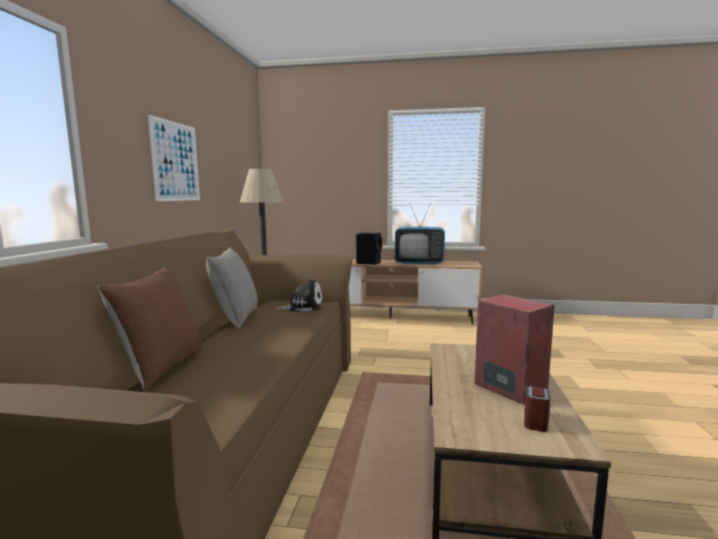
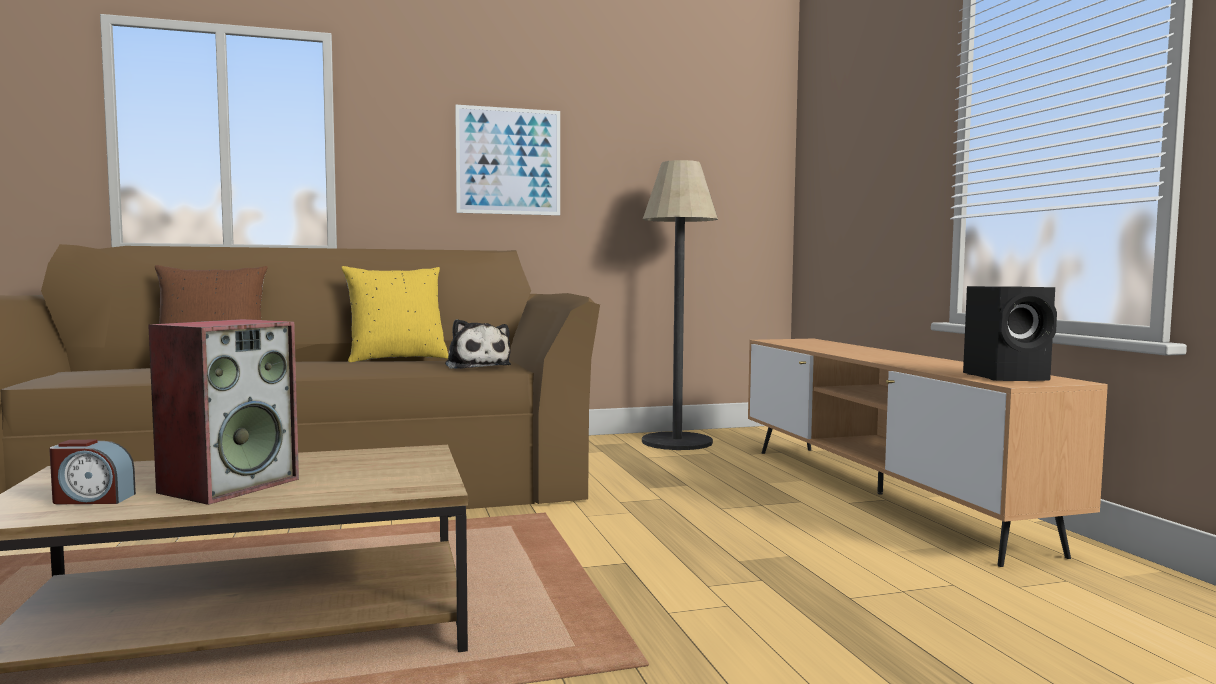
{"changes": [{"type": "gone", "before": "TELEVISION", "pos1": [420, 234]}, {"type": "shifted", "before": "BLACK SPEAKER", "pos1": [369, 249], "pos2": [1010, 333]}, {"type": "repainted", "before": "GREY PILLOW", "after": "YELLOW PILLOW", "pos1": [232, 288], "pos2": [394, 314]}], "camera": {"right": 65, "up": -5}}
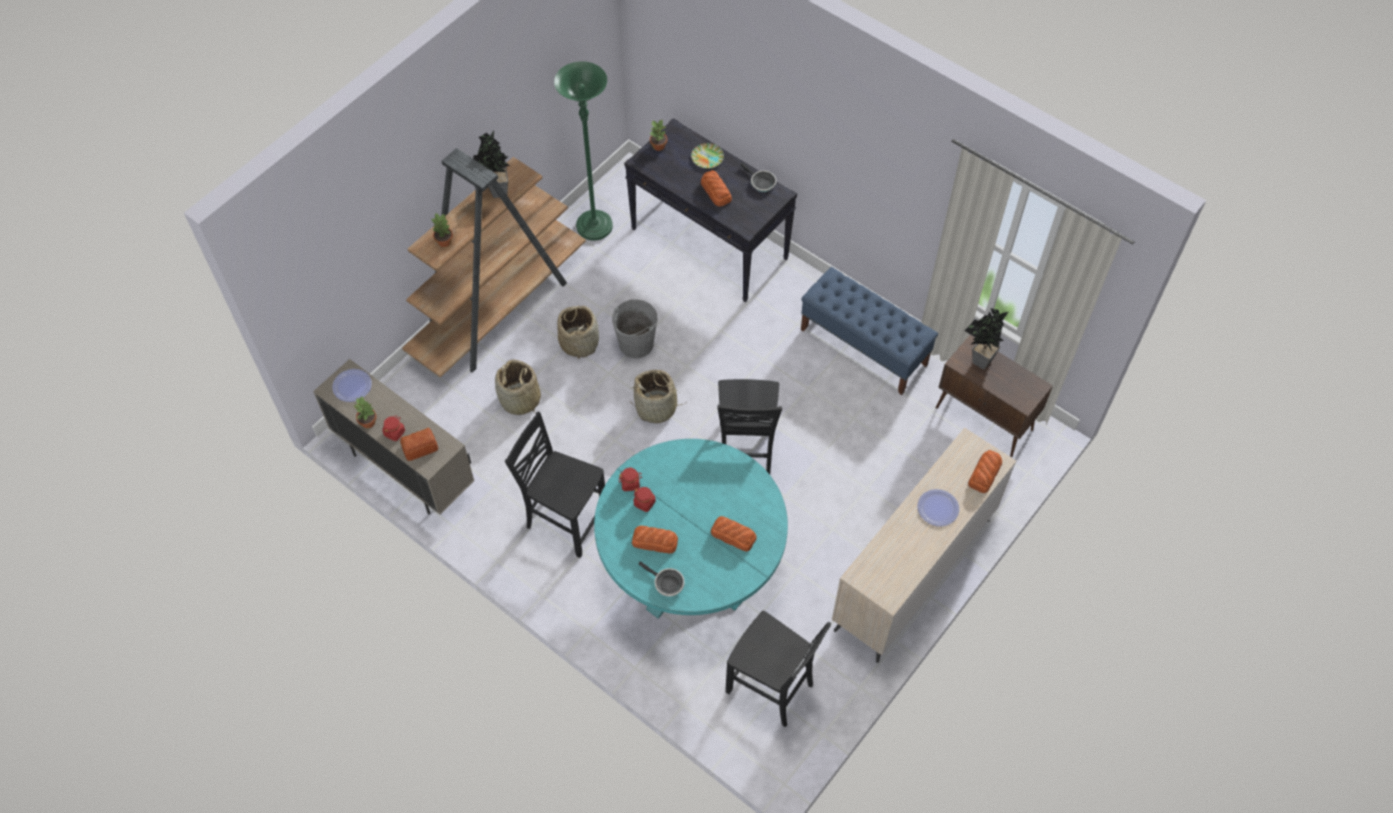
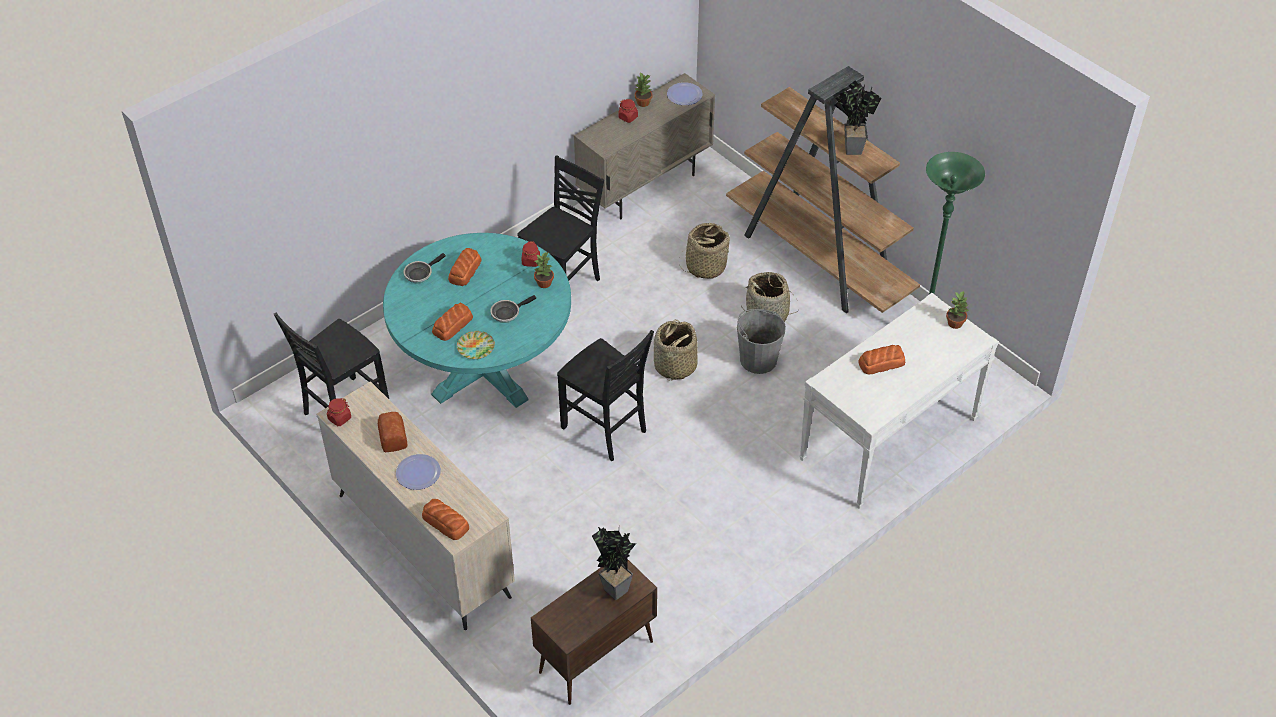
{"changes": [{"type": "gone", "before": "BLUE BENCH", "pos1": [869, 331]}, {"type": "shifted", "before": "BREAD", "pos1": [419, 444], "pos2": [392, 432]}, {"type": "shifted", "before": "POTTED PLANT", "pos1": [442, 230], "pos2": [544, 270]}, {"type": "shifted", "before": "RED JAR", "pos1": [644, 499], "pos2": [339, 412]}, {"type": "shifted", "before": "PLATE", "pos1": [707, 155], "pos2": [476, 345]}, {"type": "shifted", "before": "FRYING PAN", "pos1": [758, 177], "pos2": [513, 309]}, {"type": "repainted", "before": "BLACK CONSOLE TABLE", "after": "WHITE CONSOLE TABLE", "pos1": [710, 210], "pos2": [899, 401]}, {"type": "rotated", "before": "BLACK CHAIR", "pos1": [749, 426], "pos2": [605, 395], "turn": -150}], "camera": {"right": 100, "up": -10}}
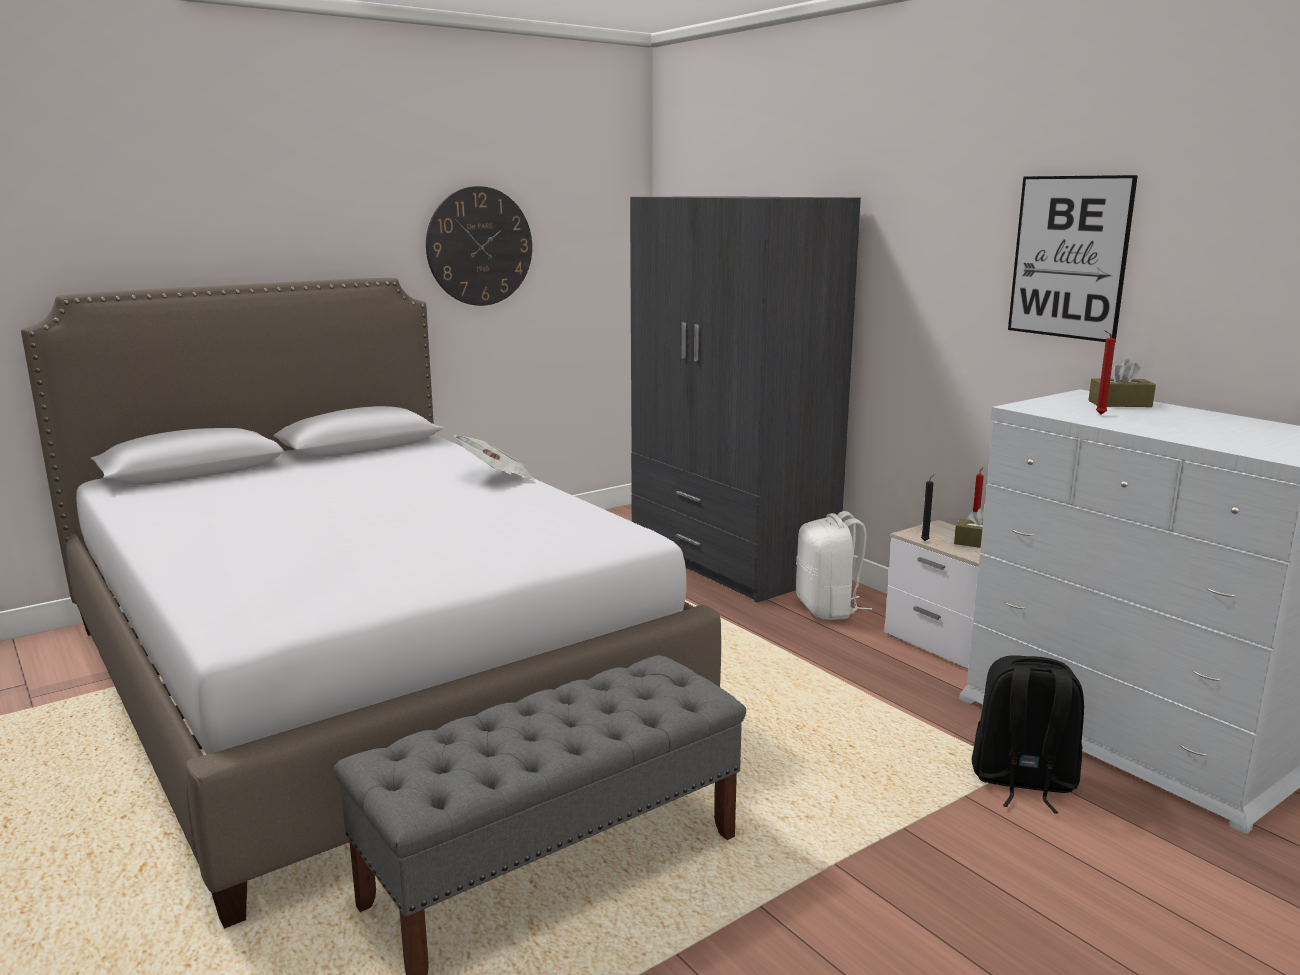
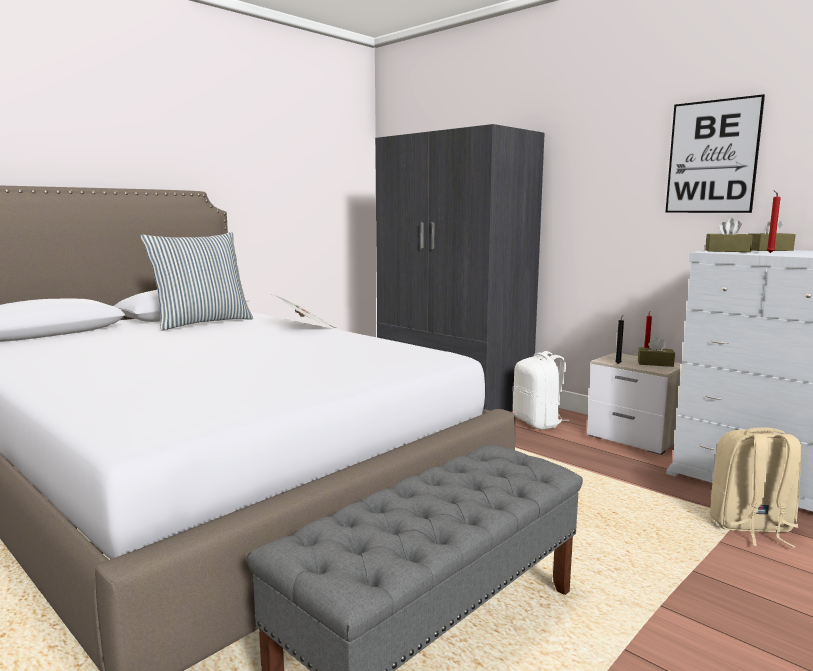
{"changes": [{"type": "gone", "before": "WALL CLOCK", "pos1": [479, 246]}, {"type": "new", "after": "PILLOW", "pos2": [197, 281]}, {"type": "new", "after": "BROWN TISSUE BOX", "pos2": [729, 235]}, {"type": "repainted", "before": "BLACK BACKPACK", "after": "BEIGE BACKPACK", "pos1": [1027, 734], "pos2": [755, 487]}], "camera": {"right": -10, "up": -5}}
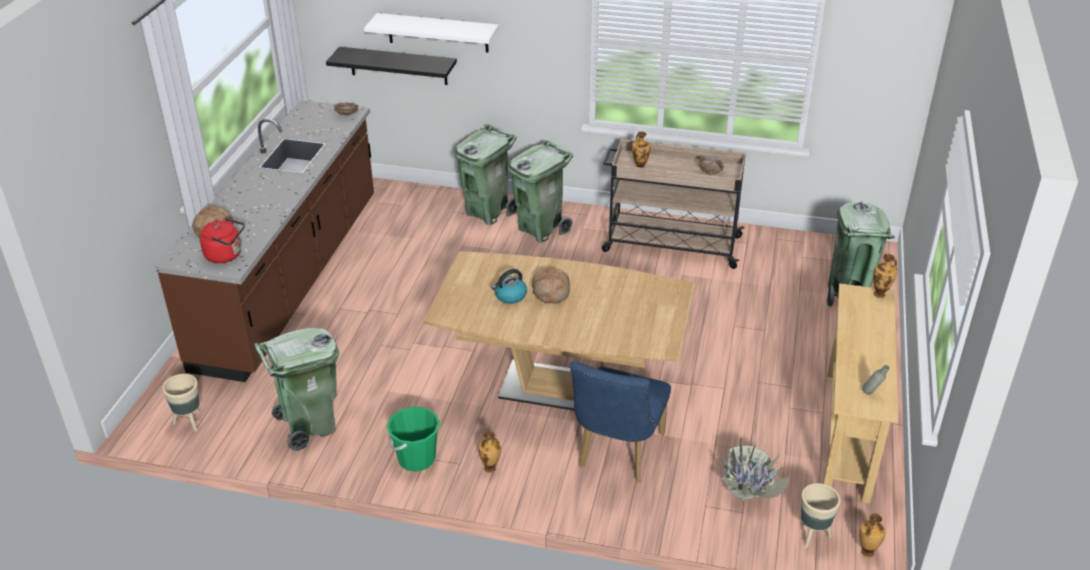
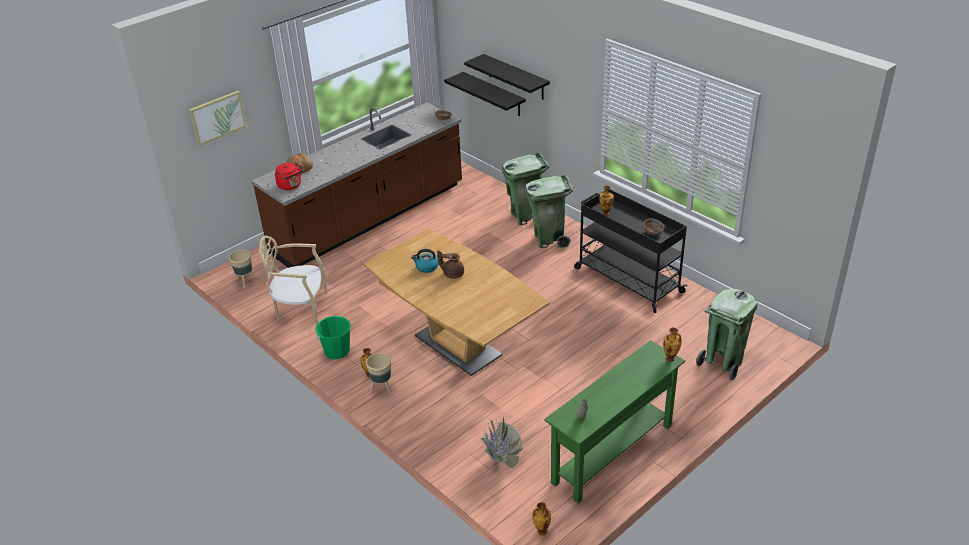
{"changes": [{"type": "gone", "before": "BLUE CHAIR", "pos1": [620, 421]}, {"type": "new", "after": "PICTURE", "pos2": [218, 118]}, {"type": "shifted", "before": "BEIGE PLANTER", "pos1": [821, 515], "pos2": [378, 373]}, {"type": "swapped", "before": "GREEN TRASH CAN", "after": "BEIGE CHAIR", "pos1": [296, 390], "pos2": [293, 280]}, {"type": "swapped", "before": "BREAD", "after": "BROWN TEAPOT", "pos1": [551, 286], "pos2": [450, 264]}, {"type": "repainted", "before": "WHITE SHELF", "after": "BLACK SHELF", "pos1": [431, 32], "pos2": [507, 77]}, {"type": "repainted", "before": "BEIGE CART", "after": "BLACK CART", "pos1": [674, 204], "pos2": [630, 251]}, {"type": "repainted", "before": "BEIGE CONSOLE TABLE", "after": "GREEN CONSOLE TABLE", "pos1": [860, 393], "pos2": [614, 422]}], "camera": {"right": 35, "up": 0}}
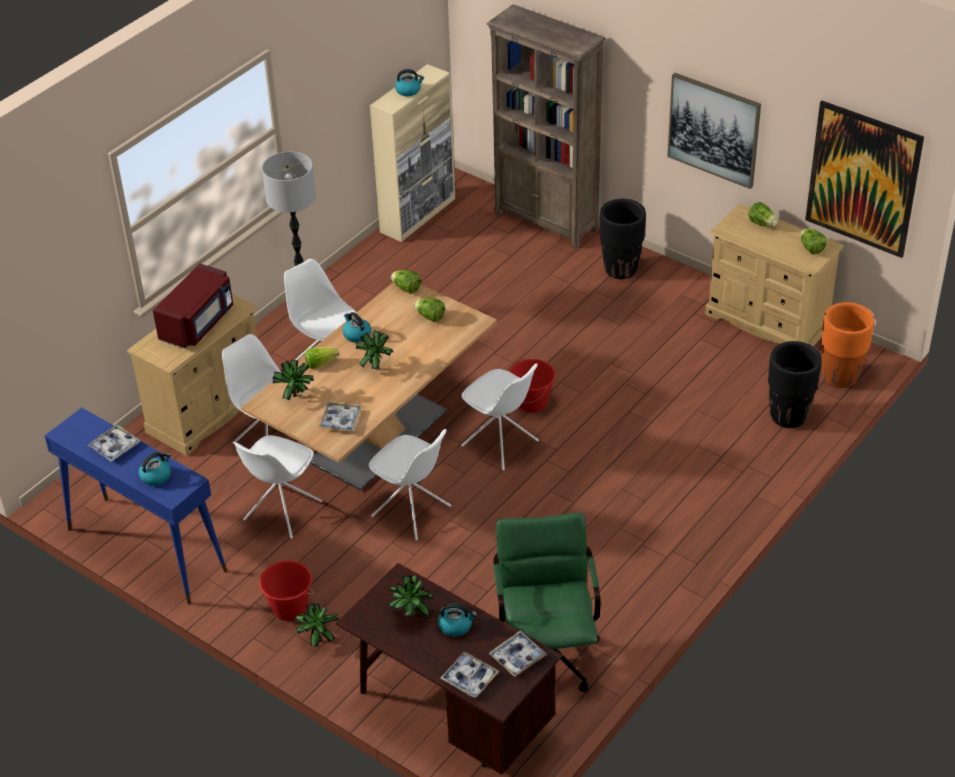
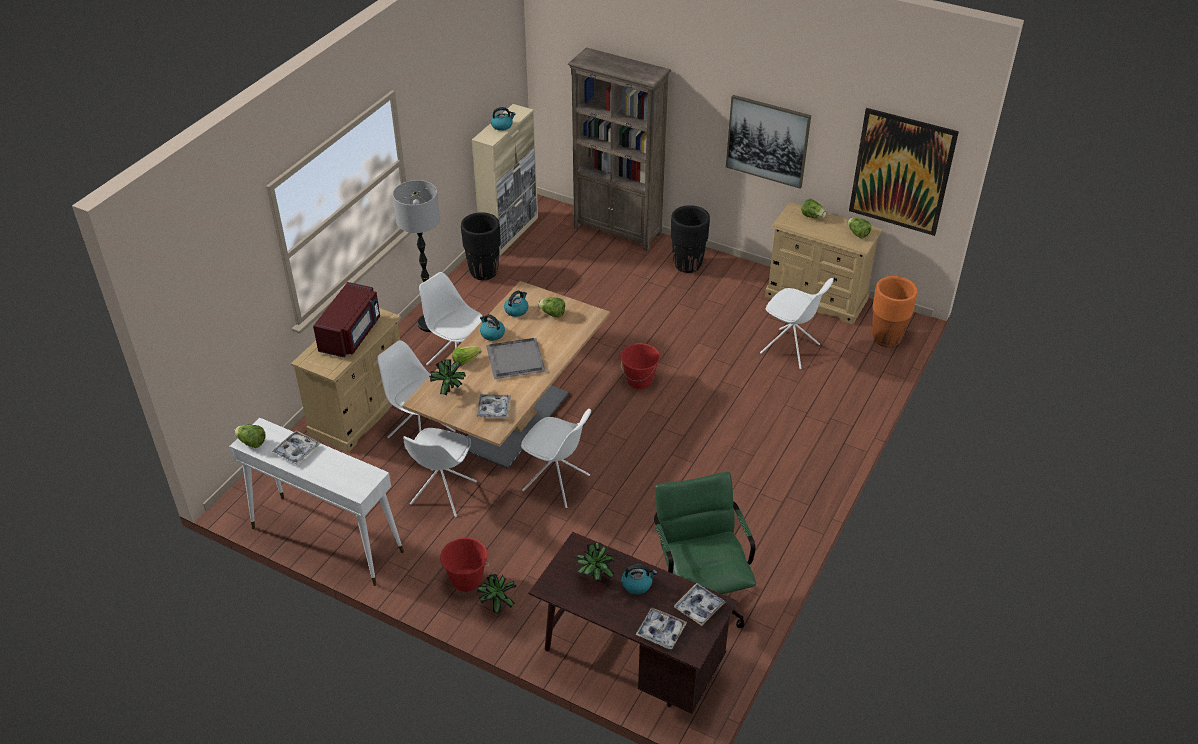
{"changes": [{"type": "shifted", "before": "KETTLE", "pos1": [155, 469], "pos2": [516, 304]}, {"type": "shifted", "before": "LETTUCE", "pos1": [406, 282], "pos2": [250, 436]}, {"type": "shifted", "before": "WHITE CHAIR", "pos1": [500, 417], "pos2": [796, 323]}, {"type": "shifted", "before": "BLACK PLANTER", "pos1": [795, 384], "pos2": [480, 246]}, {"type": "swapped", "before": "POTTED PLANT", "after": "GREY TRAY", "pos1": [375, 349], "pos2": [516, 358]}, {"type": "repainted", "before": "BLUE CONSOLE TABLE", "after": "WHITE CONSOLE TABLE", "pos1": [136, 506], "pos2": [316, 502]}], "camera": {"right": -10, "up": 0}}
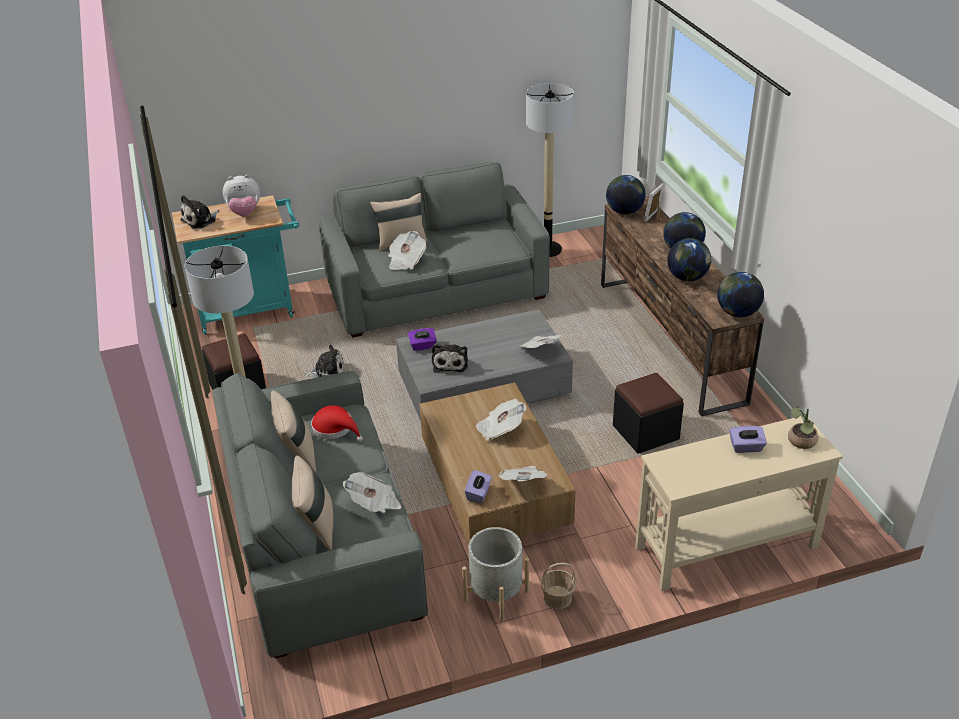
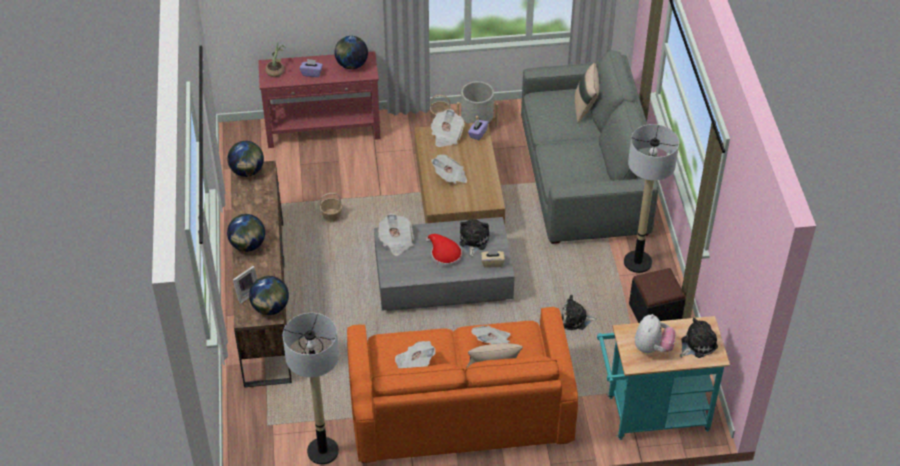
{"changes": [{"type": "gone", "before": "BEIGE PILLOW", "pos1": [293, 431]}, {"type": "shifted", "before": "RED HAT", "pos1": [337, 423], "pos2": [444, 250]}, {"type": "shifted", "before": "NEWSPAPER", "pos1": [372, 492], "pos2": [415, 354]}, {"type": "shifted", "before": "GLOBE", "pos1": [689, 259], "pos2": [351, 52]}, {"type": "swapped", "before": "BLACK OTTOMAN", "after": "BASKET", "pos1": [648, 413], "pos2": [331, 208]}, {"type": "repainted", "before": "GREY SOFA", "after": "ORANGE SOFA", "pos1": [434, 250], "pos2": [462, 385]}, {"type": "repainted", "before": "PURPLE TISSUE BOX", "after": "BEIGE TISSUE BOX", "pos1": [422, 339], "pos2": [493, 258]}, {"type": "repainted", "before": "BEIGE CONSOLE TABLE", "after": "RED CONSOLE TABLE", "pos1": [739, 503], "pos2": [319, 99]}, {"type": "rotated", "before": "PLUSH TOY", "pos1": [241, 195], "pos2": [655, 333], "turn": 105}], "camera": {"right": -170, "up": 10}}
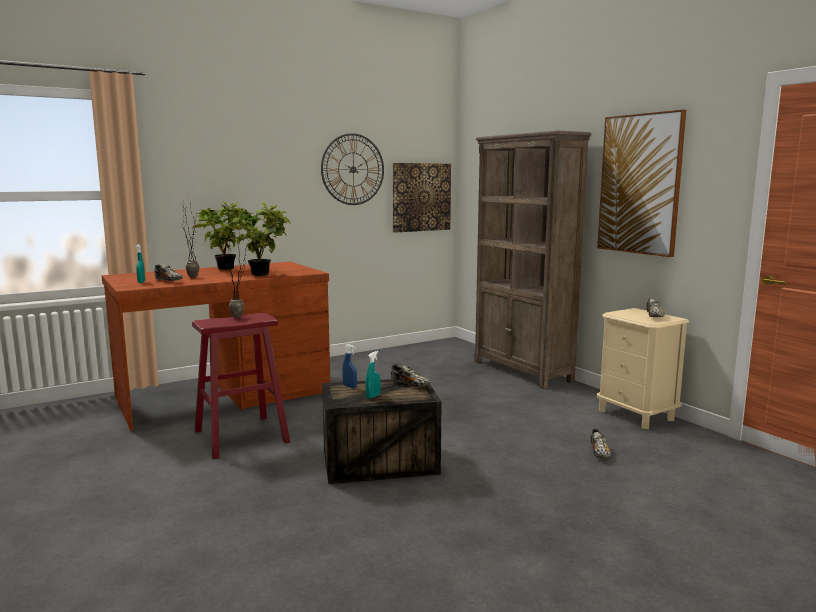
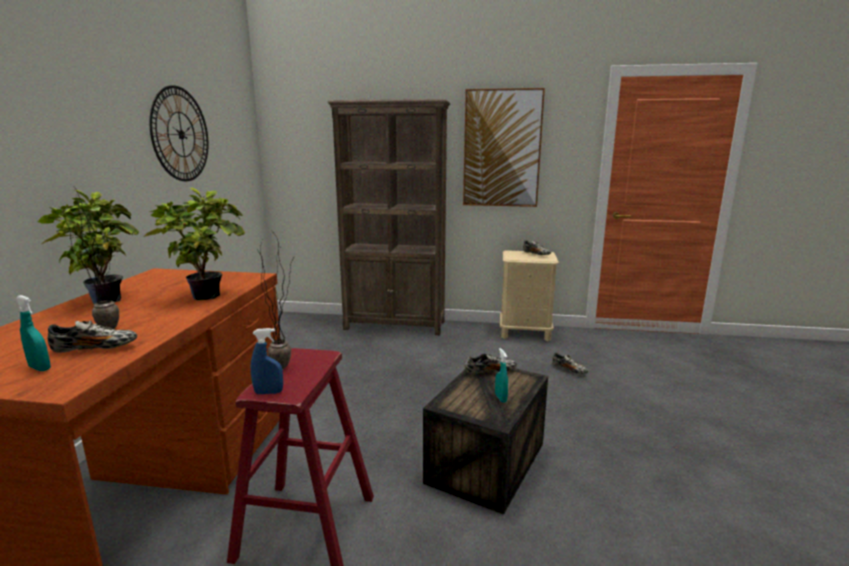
{"changes": [{"type": "gone", "before": "PICTURE", "pos1": [421, 198]}, {"type": "shifted", "before": "BLUE SPRAY BOTTLE", "pos1": [349, 366], "pos2": [267, 361]}], "camera": {"right": -50, "up": 5}}
